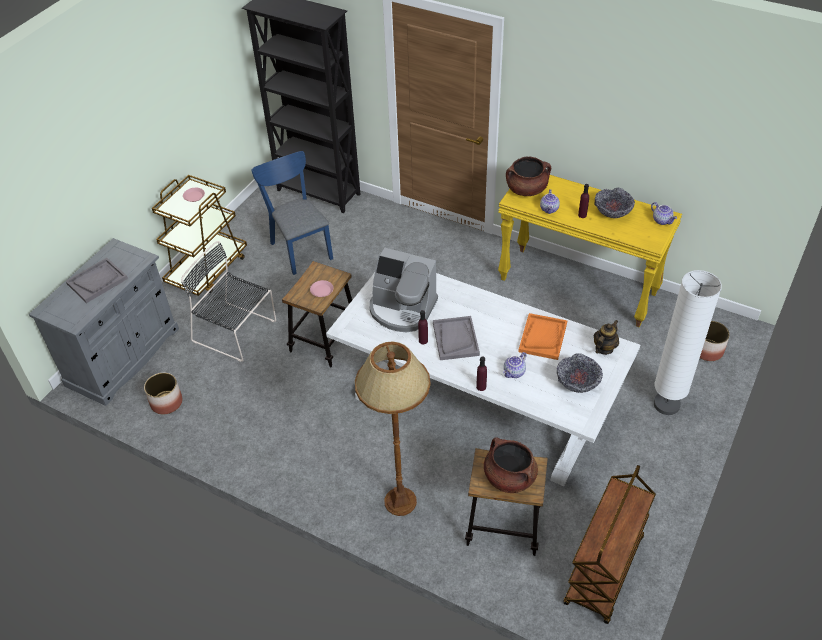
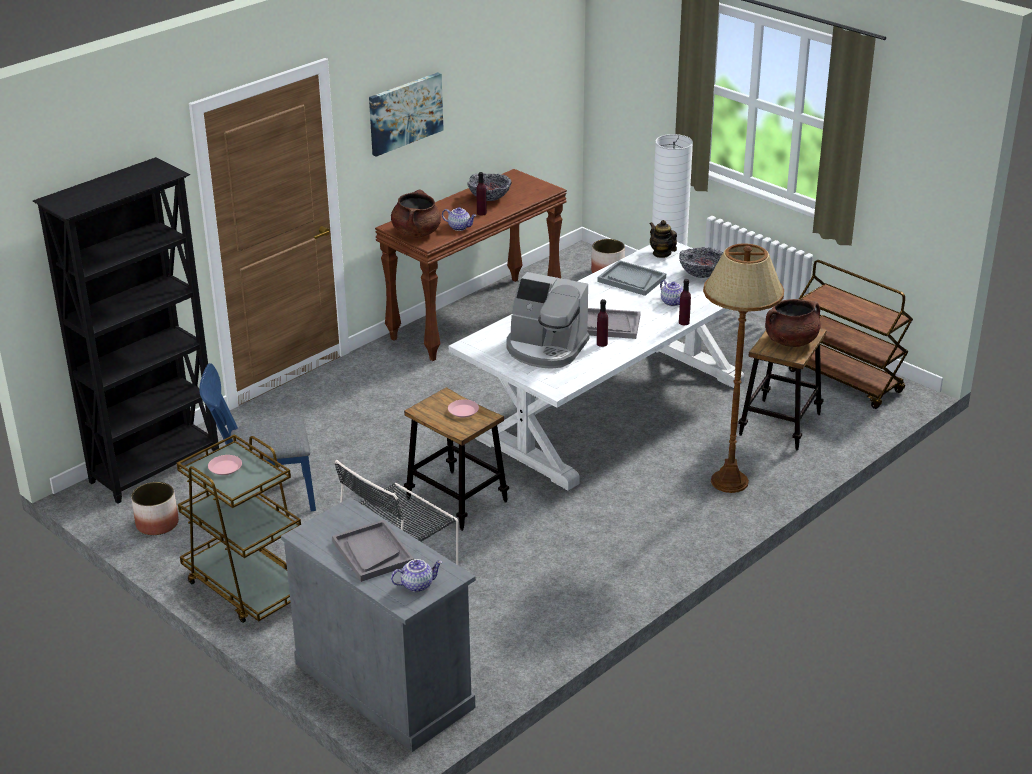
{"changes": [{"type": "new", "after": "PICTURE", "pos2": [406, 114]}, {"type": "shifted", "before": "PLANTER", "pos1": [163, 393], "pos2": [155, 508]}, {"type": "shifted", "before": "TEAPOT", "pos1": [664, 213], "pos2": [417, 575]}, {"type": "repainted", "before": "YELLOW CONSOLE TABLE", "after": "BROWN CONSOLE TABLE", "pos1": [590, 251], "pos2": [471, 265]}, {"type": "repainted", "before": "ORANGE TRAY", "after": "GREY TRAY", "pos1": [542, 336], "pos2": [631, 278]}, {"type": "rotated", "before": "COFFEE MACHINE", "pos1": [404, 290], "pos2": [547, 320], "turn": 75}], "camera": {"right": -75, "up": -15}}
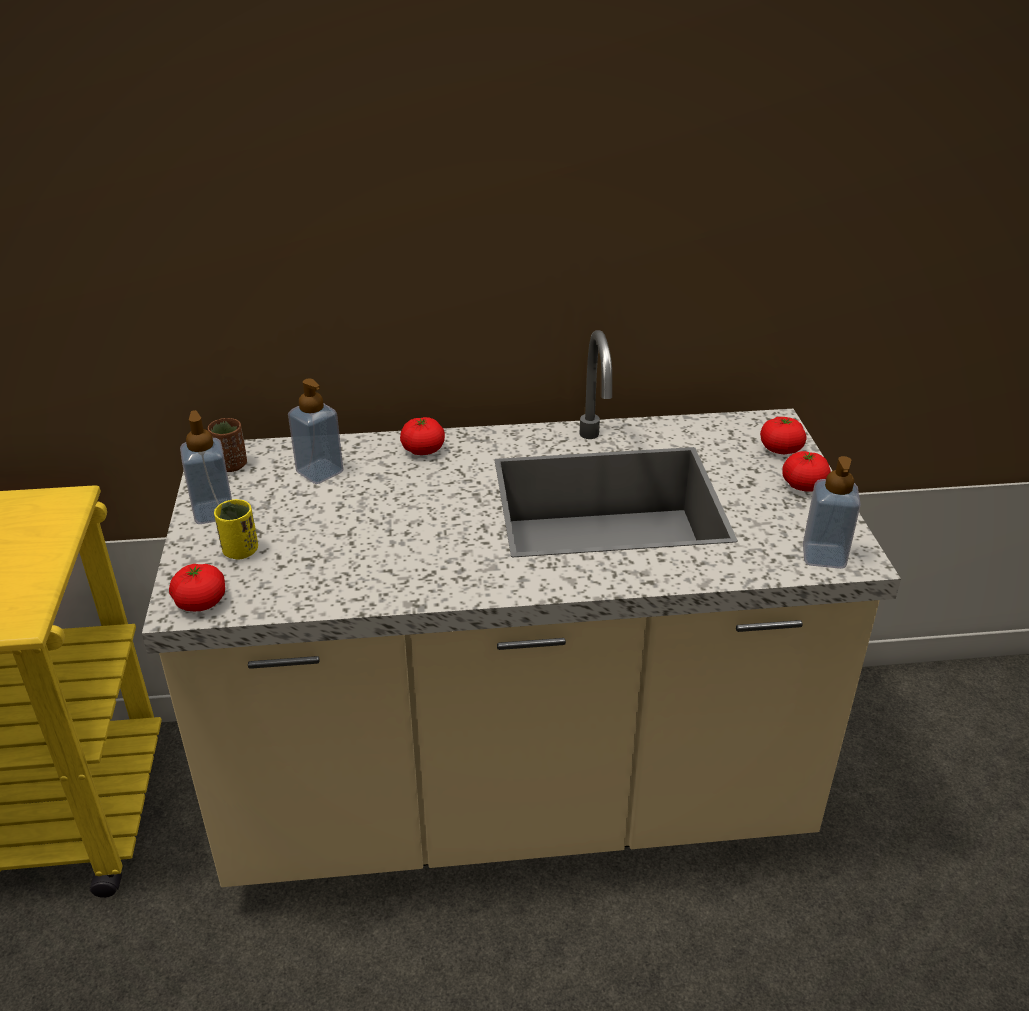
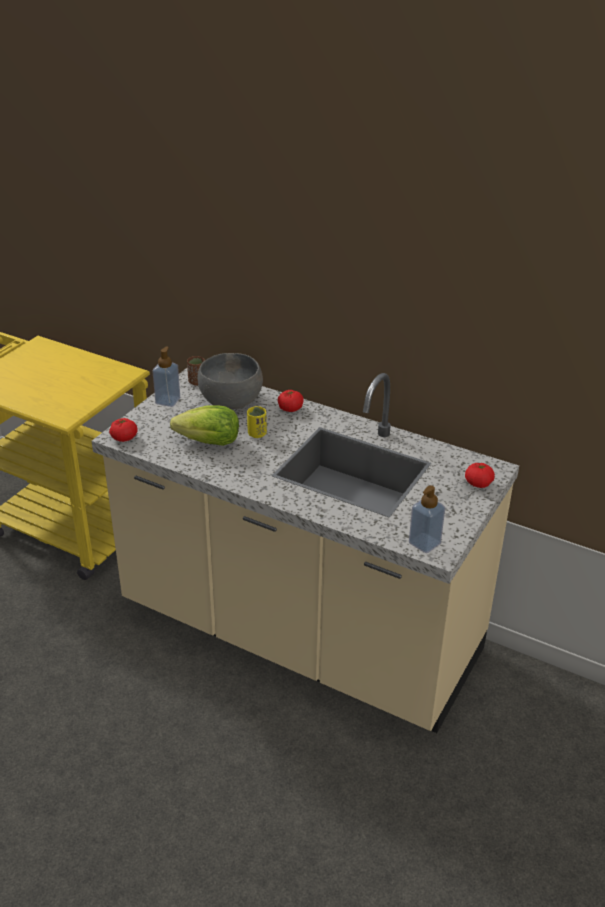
{"changes": [{"type": "gone", "before": "TOMATO", "pos1": [806, 471]}, {"type": "new", "after": "LETTUCE", "pos2": [204, 426]}, {"type": "shifted", "before": "YELLOW CUP", "pos1": [236, 529], "pos2": [257, 422]}, {"type": "swapped", "before": "SOAP DISPENSER", "after": "GREY BOWL", "pos1": [315, 431], "pos2": [230, 381]}], "camera": {"right": 35, "up": 0}}
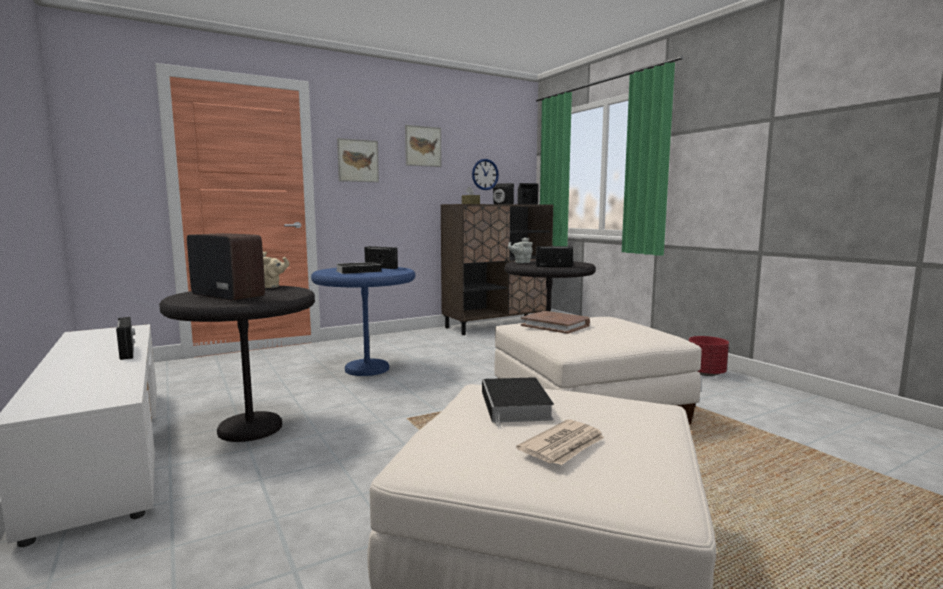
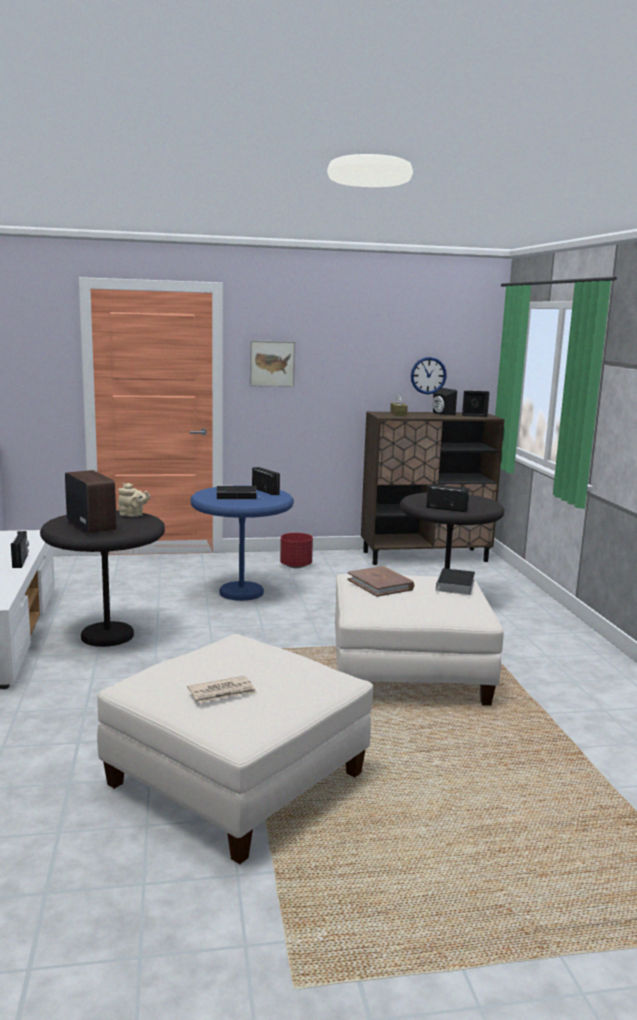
{"changes": [{"type": "gone", "before": "PICTURE", "pos1": [423, 146]}, {"type": "gone", "before": "GREY TEAPOT", "pos1": [520, 250]}, {"type": "shifted", "before": "BOOK", "pos1": [518, 403], "pos2": [455, 581]}, {"type": "shifted", "before": "RED PLANTER", "pos1": [709, 356], "pos2": [296, 550]}], "camera": {"right": 20, "up": 5}}
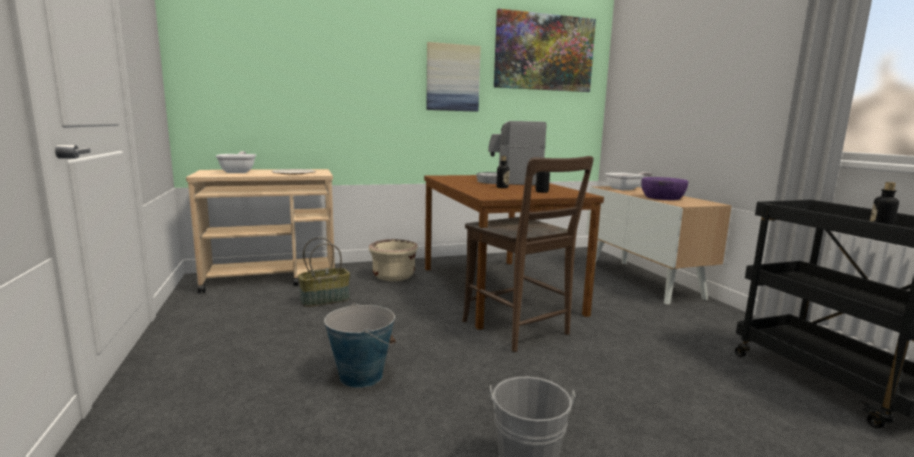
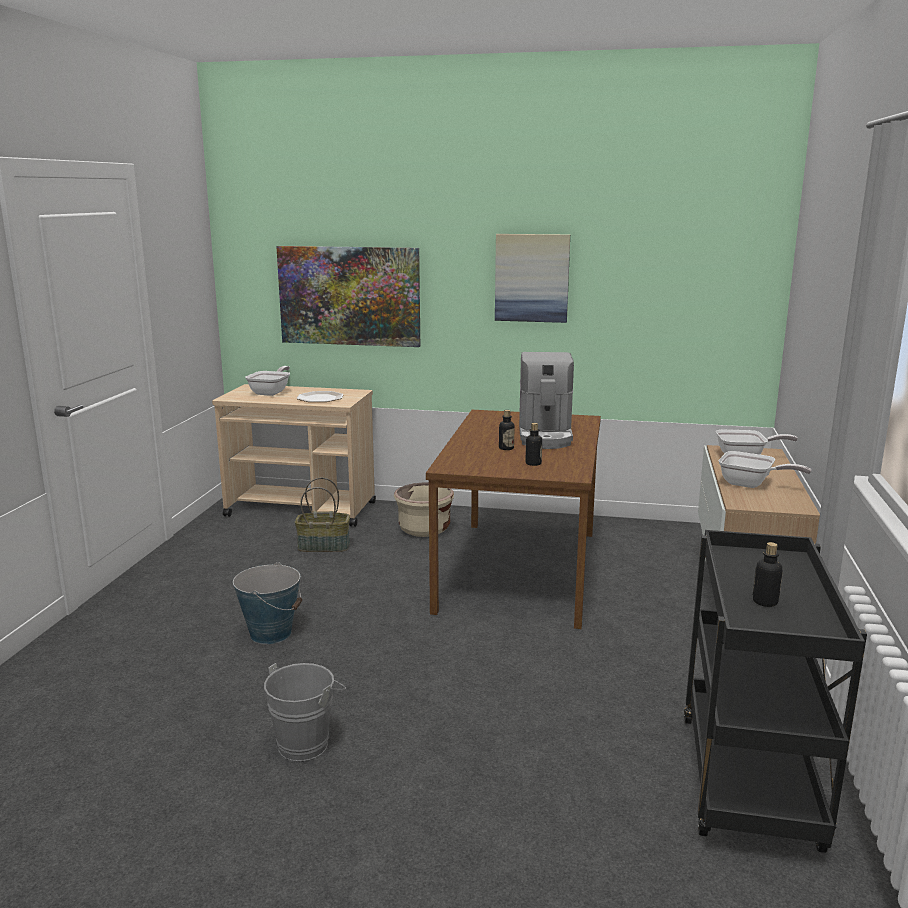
{"changes": [{"type": "gone", "before": "BROWN CHAIR", "pos1": [527, 254]}, {"type": "shifted", "before": "PICTURE", "pos1": [545, 50], "pos2": [348, 296]}, {"type": "swapped", "before": "PURPLE BOWL", "after": "FRYING PAN", "pos1": [664, 188], "pos2": [765, 469]}, {"type": "rotated", "before": "COFFEE MACHINE", "pos1": [511, 153], "pos2": [546, 400], "turn": -120}], "camera": {"right": 30, "up": 5}}
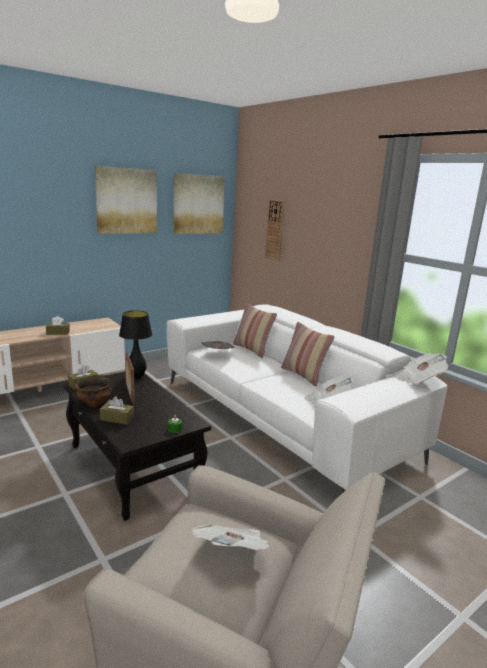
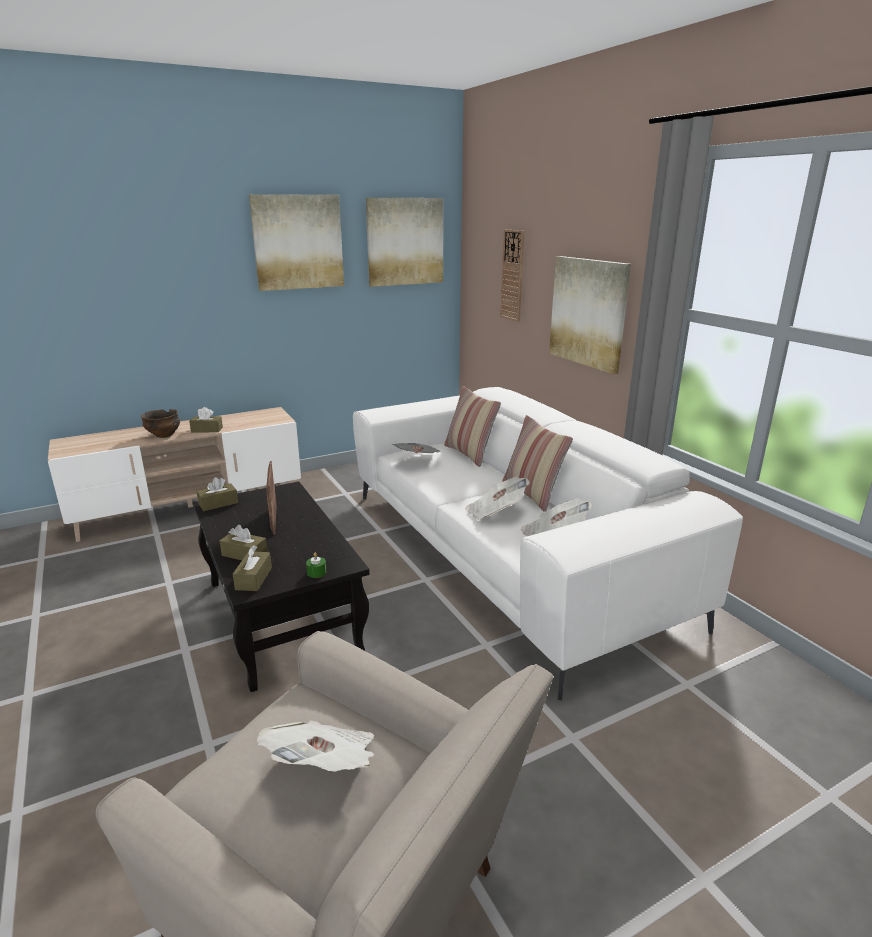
{"changes": [{"type": "gone", "before": "BLACK TABLE LAMP", "pos1": [135, 345]}, {"type": "new", "after": "BROWN TISSUE BOX", "pos2": [252, 568]}, {"type": "new", "after": "PICTURE", "pos2": [590, 315]}, {"type": "shifted", "before": "BOWL", "pos1": [93, 392], "pos2": [160, 423]}, {"type": "shifted", "before": "NEWSPAPER", "pos1": [421, 369], "pos2": [497, 498]}], "camera": {"right": 10, "up": 5}}
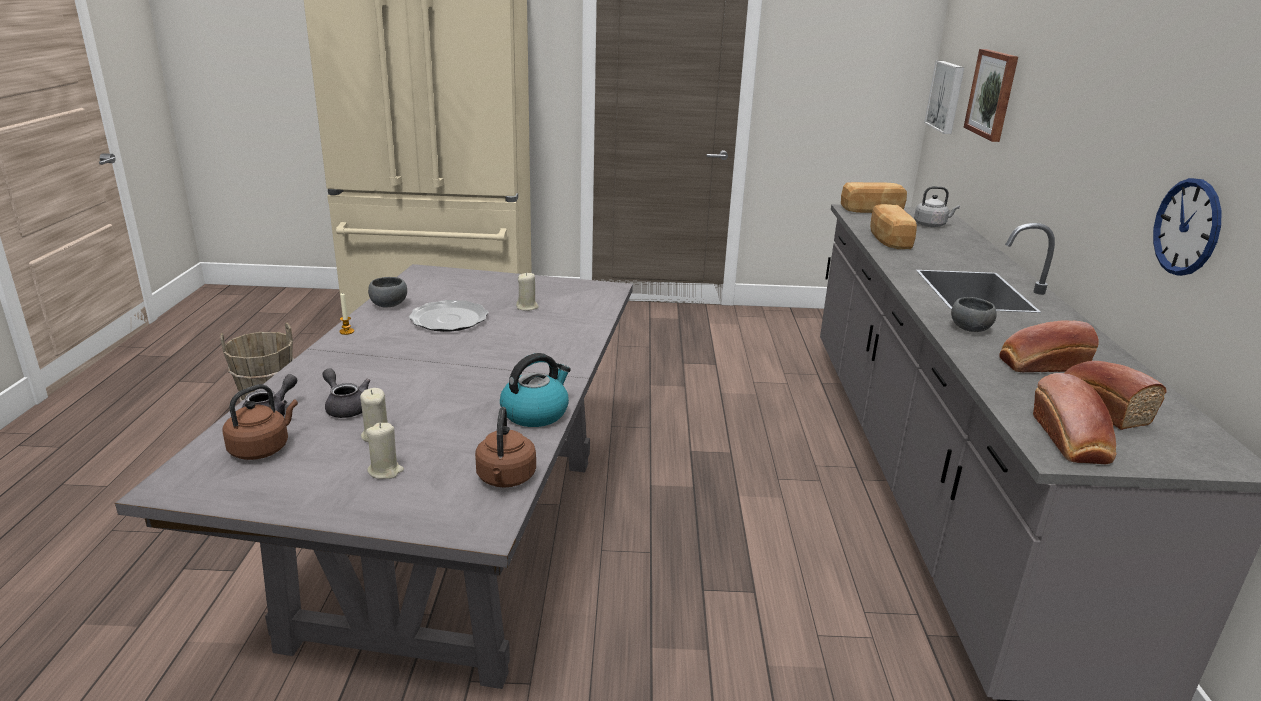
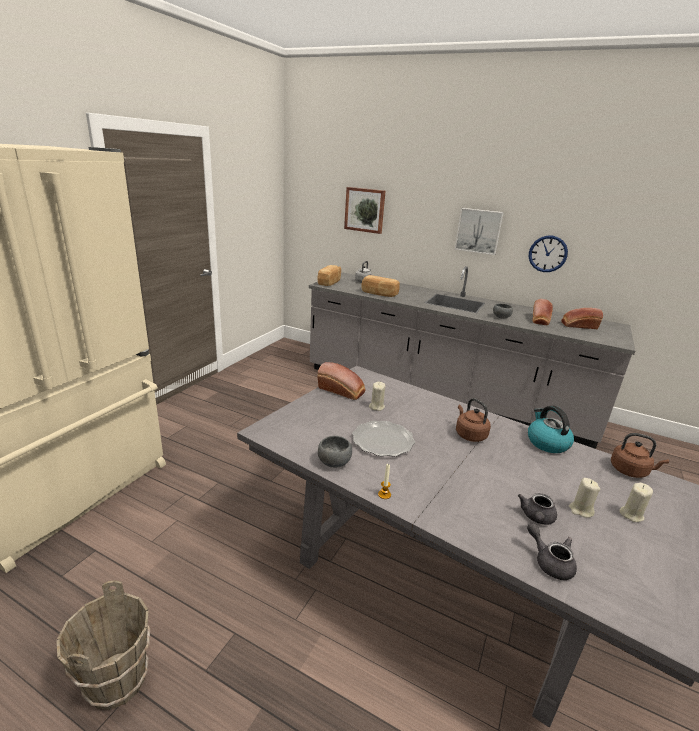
{"changes": [{"type": "shifted", "before": "BROWN KETTLE", "pos1": [260, 422], "pos2": [473, 420]}, {"type": "shifted", "before": "PICTURE", "pos1": [944, 97], "pos2": [479, 231]}, {"type": "shifted", "before": "BREAD", "pos1": [1075, 418], "pos2": [341, 381]}, {"type": "rotated", "before": "GREY TEAPOT", "pos1": [346, 393], "pos2": [537, 509], "turn": -45}], "camera": {"right": -65, "up": 0}}
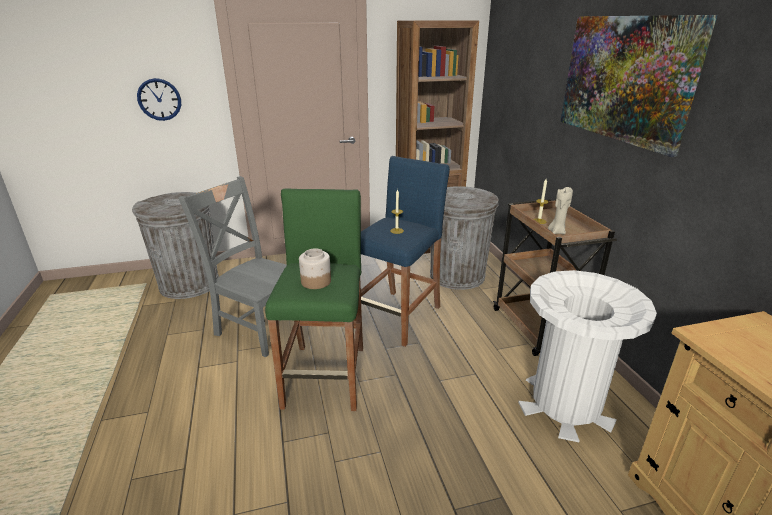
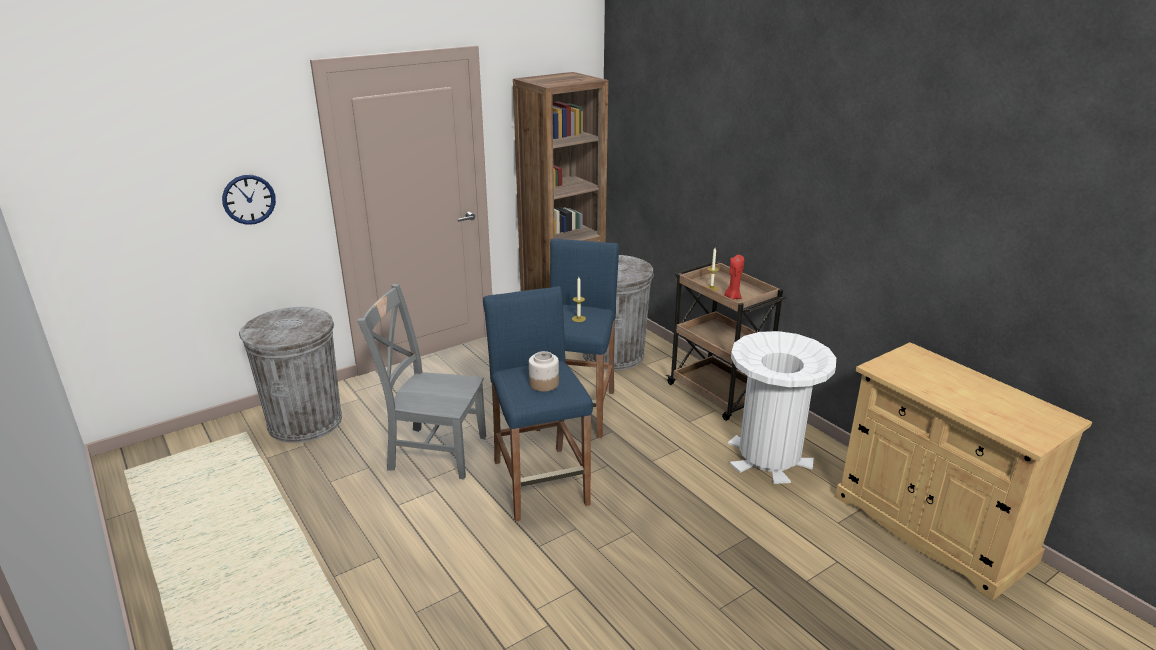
{"changes": [{"type": "gone", "before": "PICTURE", "pos1": [638, 86]}, {"type": "repainted", "before": "GREEN STOOL", "after": "BLUE STOOL", "pos1": [314, 300], "pos2": [538, 403]}, {"type": "repainted", "before": "BEIGE CANDLE", "after": "RED CANDLE", "pos1": [560, 211], "pos2": [734, 277]}], "camera": {"right": -20, "up": 0}}
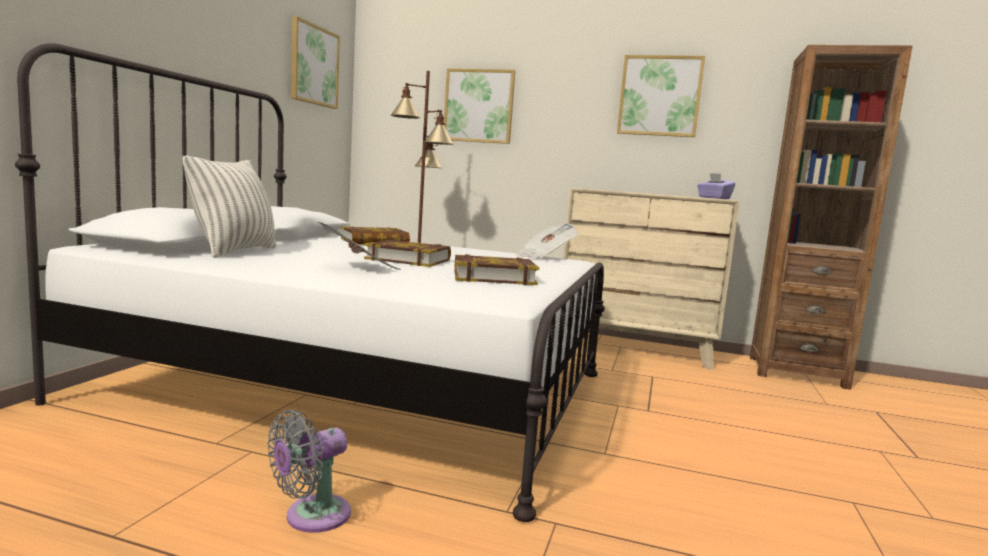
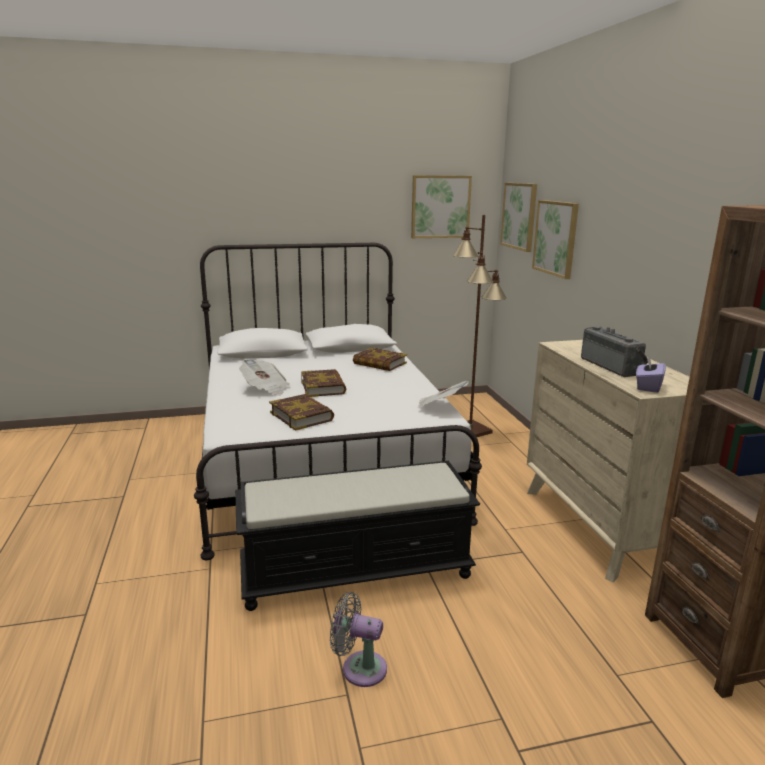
{"changes": [{"type": "gone", "before": "PILLOW", "pos1": [229, 206]}, {"type": "new", "after": "BLACK BENCH", "pos2": [357, 536]}, {"type": "new", "after": "RADIO", "pos2": [614, 351]}, {"type": "shifted", "before": "GREY FAN", "pos1": [309, 471], "pos2": [358, 639]}, {"type": "shifted", "before": "PICTURE", "pos1": [661, 96], "pos2": [518, 217]}], "camera": {"right": 60, "up": 10}}
